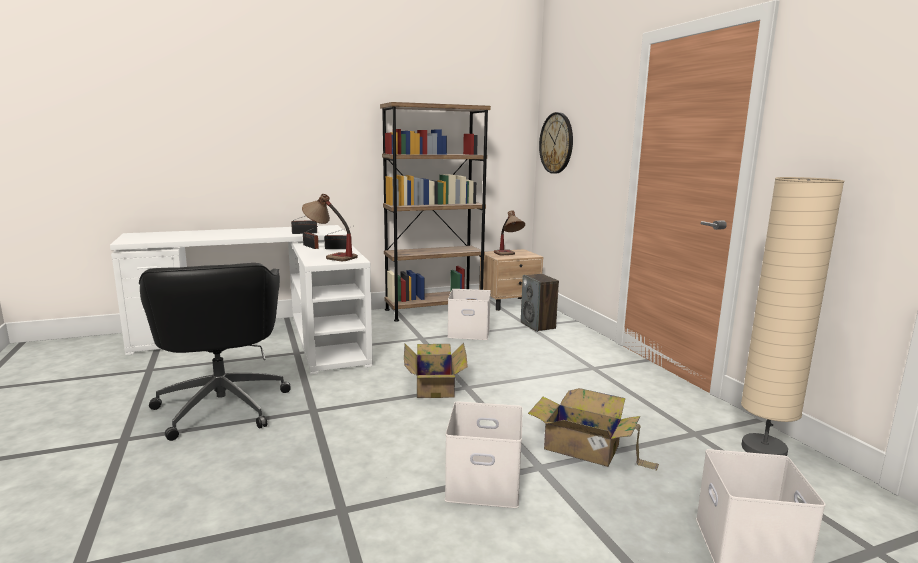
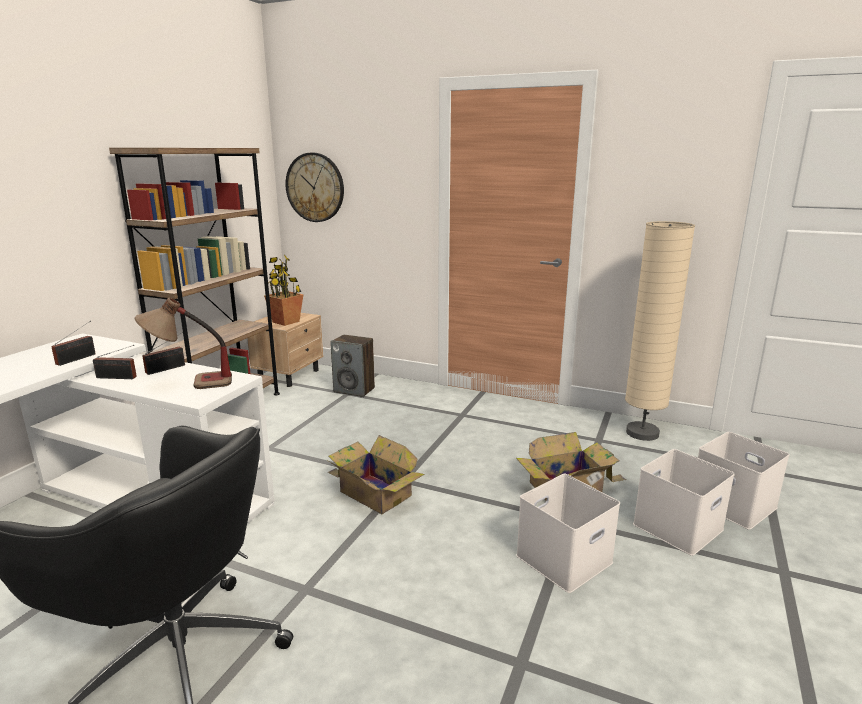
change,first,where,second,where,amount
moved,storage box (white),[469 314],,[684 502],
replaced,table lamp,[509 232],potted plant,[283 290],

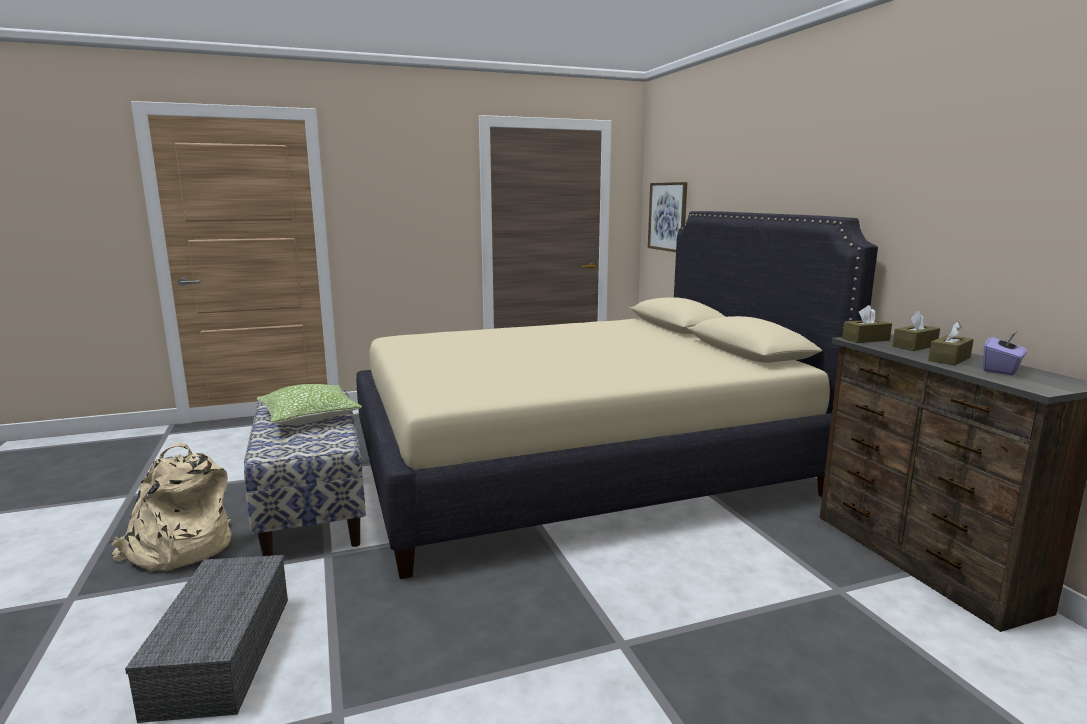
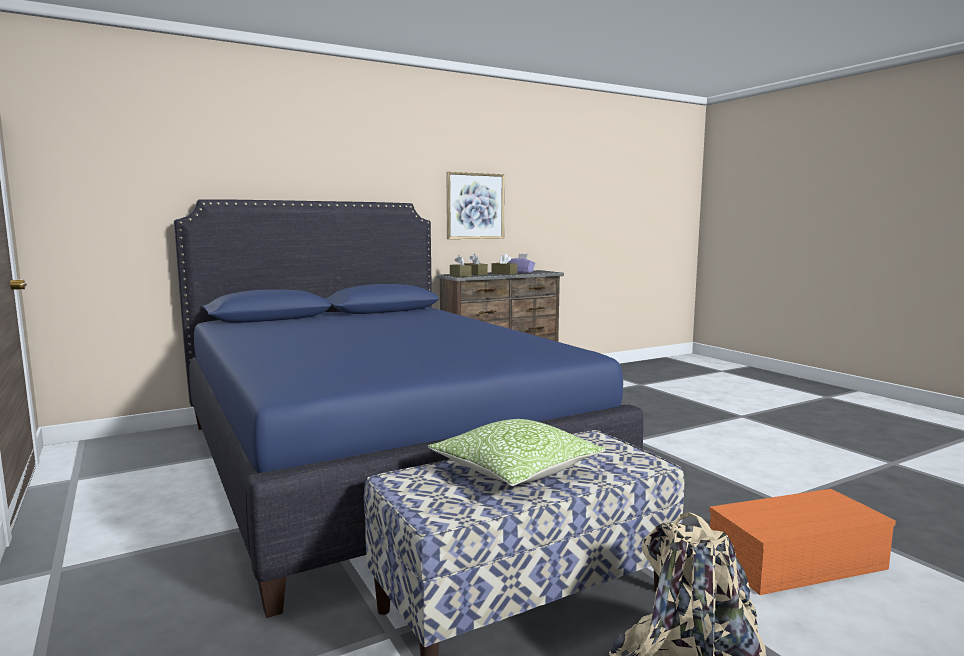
change,first,where,second,where,amount
moved,picture,[667 217],,[475 205],
recoloured,storage box (grey),[206 639],storage box (orange),[802 542],
recoloured,bed (beige),[617 395],bed (blue),[408 408],

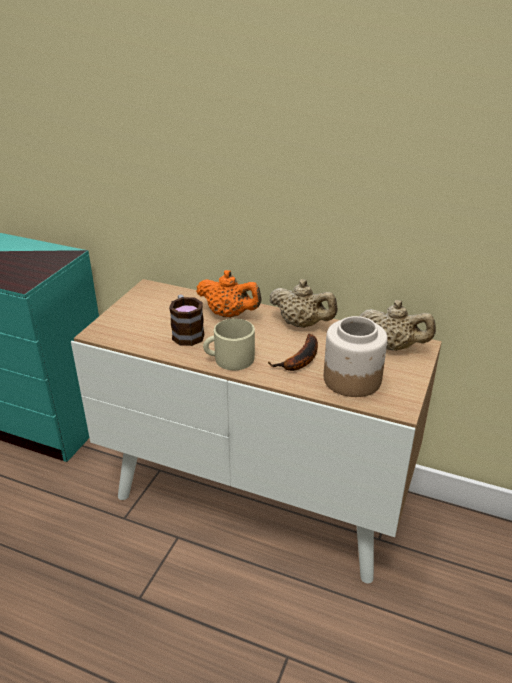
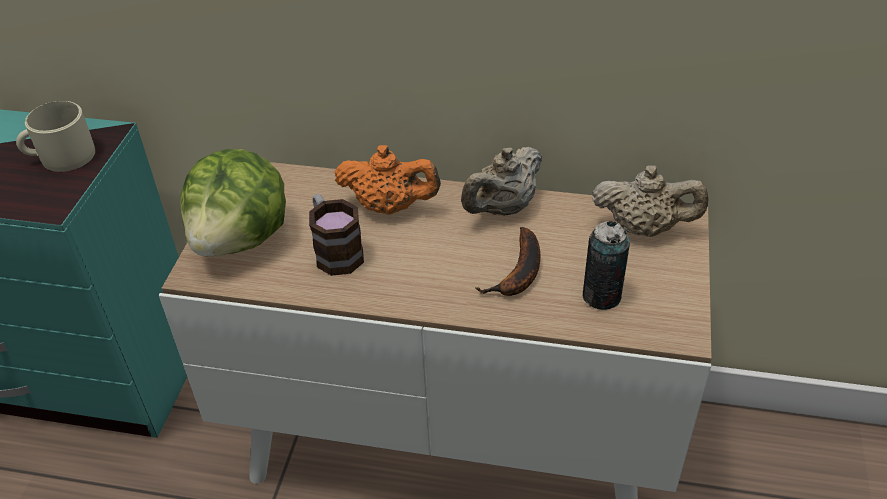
change,first,where,second,where,amount
added,,,lettuce,[233 203],
moved,mug (beige),[229 344],,[55 136],
replaced,jar,[356 356],can,[606 265],
turned,teapot (beige),[303 303],,[501 181],120 degrees clockwise

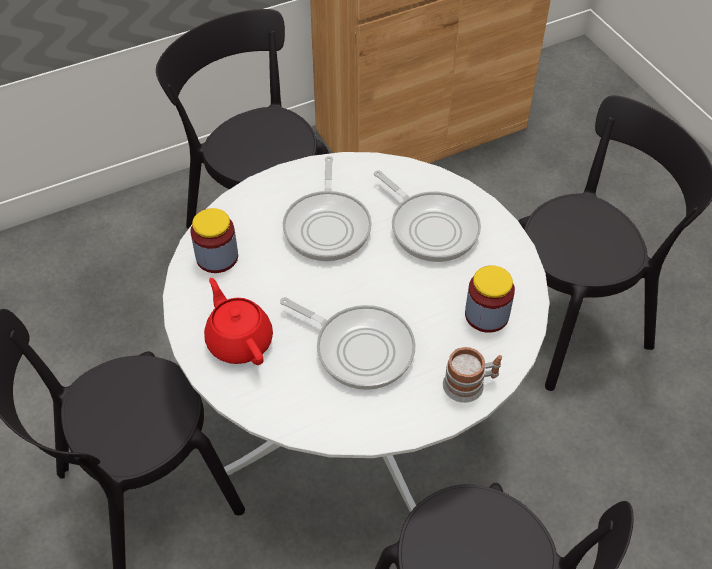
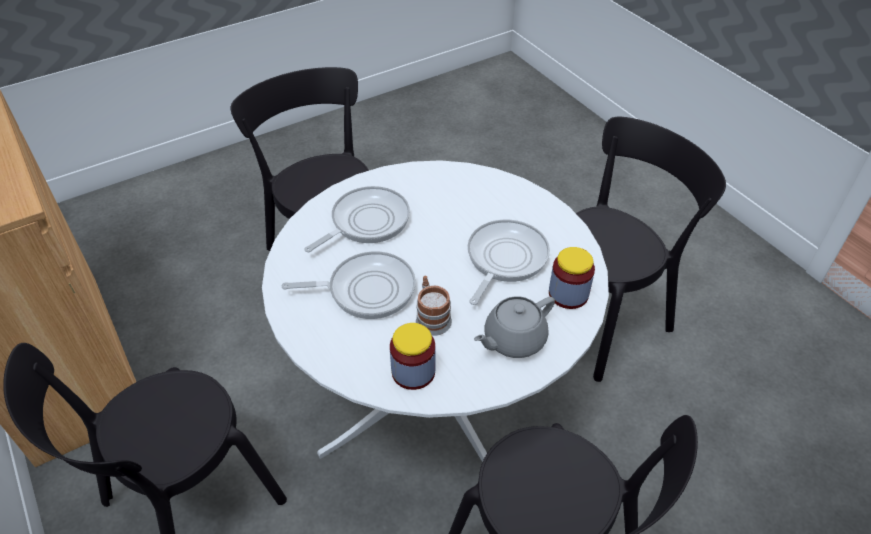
change,first,where,second,where,amount
moved,mug,[472 375],,[434 306],
moved,jar,[490 299],,[572 278],
recoloured,teapot (red),[238 321],teapot (grey),[514 327],

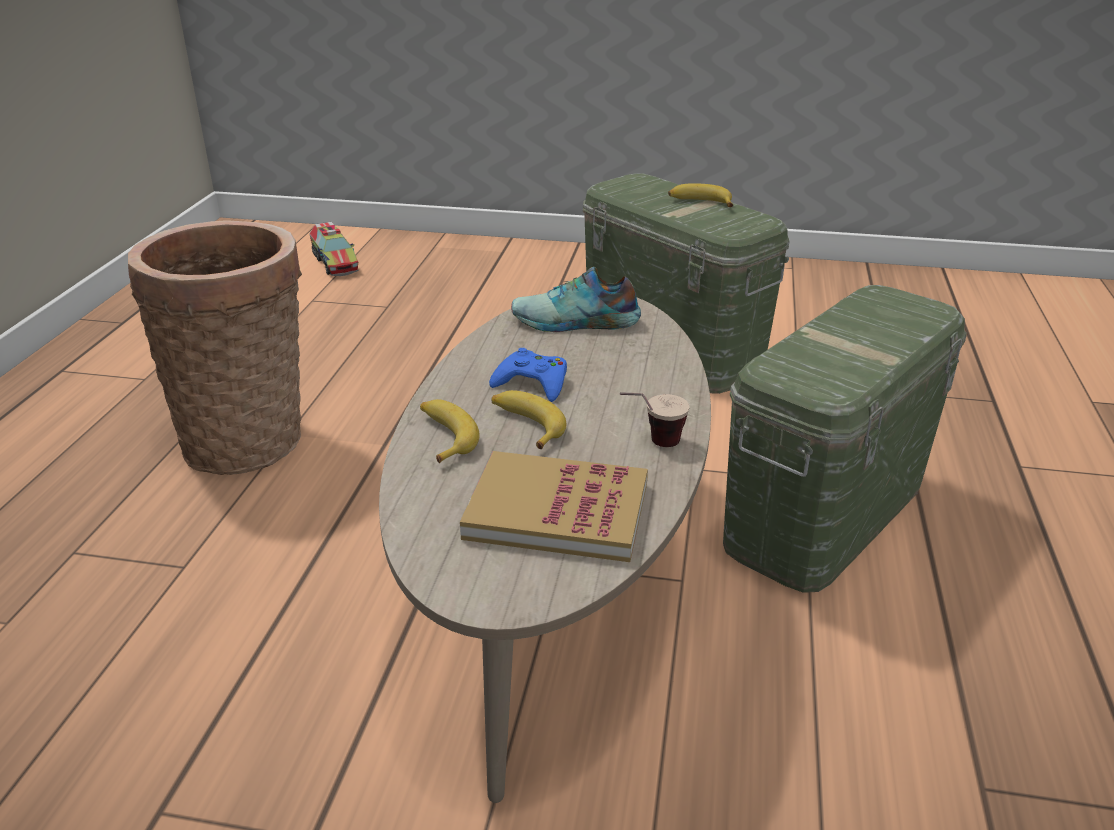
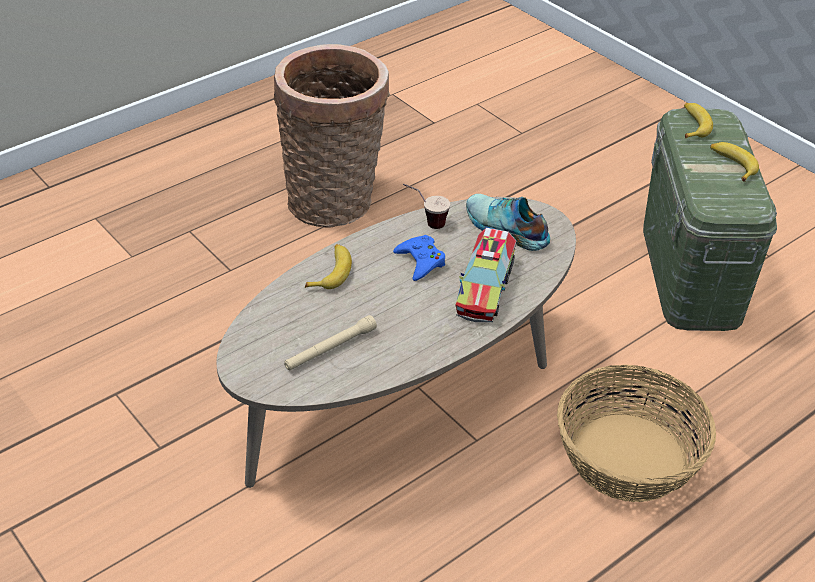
change,first,where,second,where,amount
moved,toy truck,[334 249],,[485 275],
moved,banana,[529 419],,[698 120],
moved,cup,[655 419],,[426 206],
replaced,book,[554 506],flashlight (beige),[330 343],
replaced,storage box (green),[845 439],basket,[636 433],

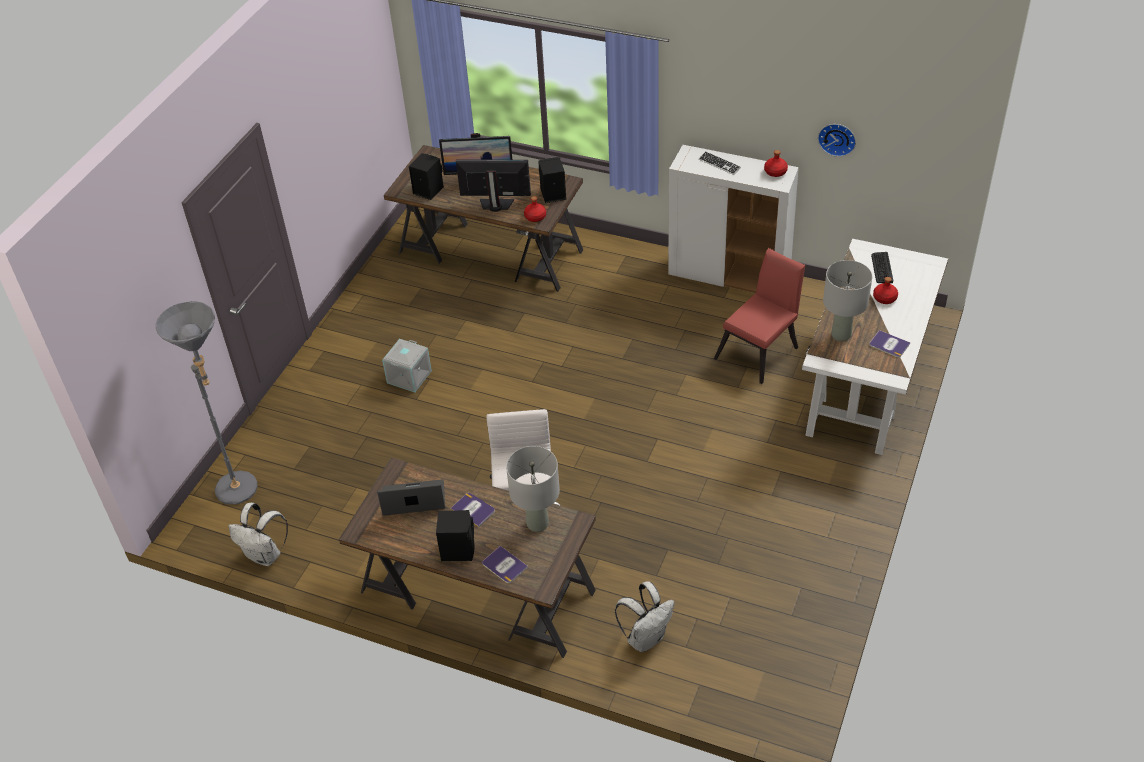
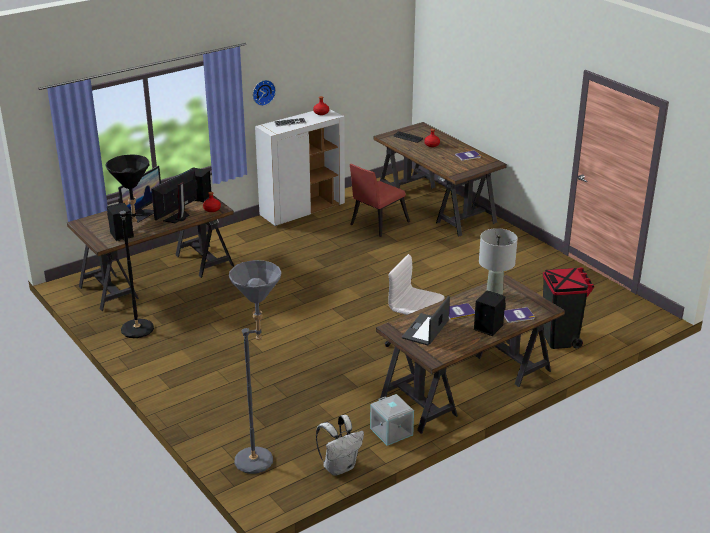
change,first,where,second,where,amount
removed,table lamp (grey),[847 301],,,
added,,,floor lamp (black),[129 246],
moved,storage box (grey),[407 365],,[392 420],
moved,wall clock,[837 140],,[264 93],
replaced,backpack (white),[645 616],trash can (black),[568 308],
recoloured,desk (white),[875 347],desk (brown),[440 179],
turned,chair (red),[759 316],,[380 200],120 degrees counterclockwise

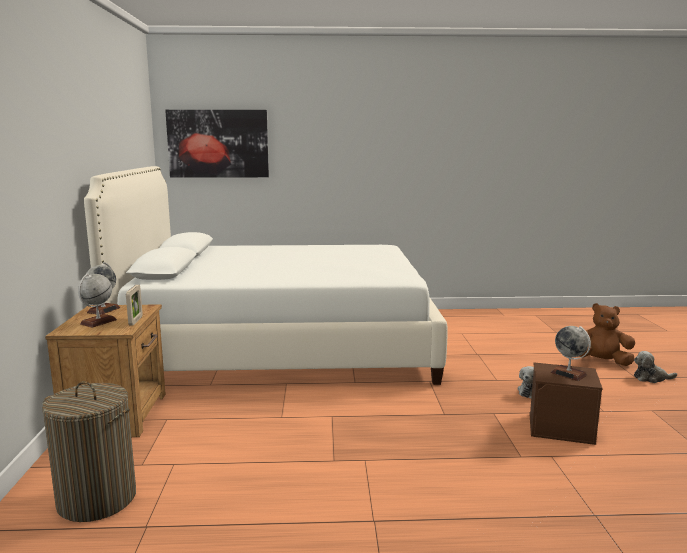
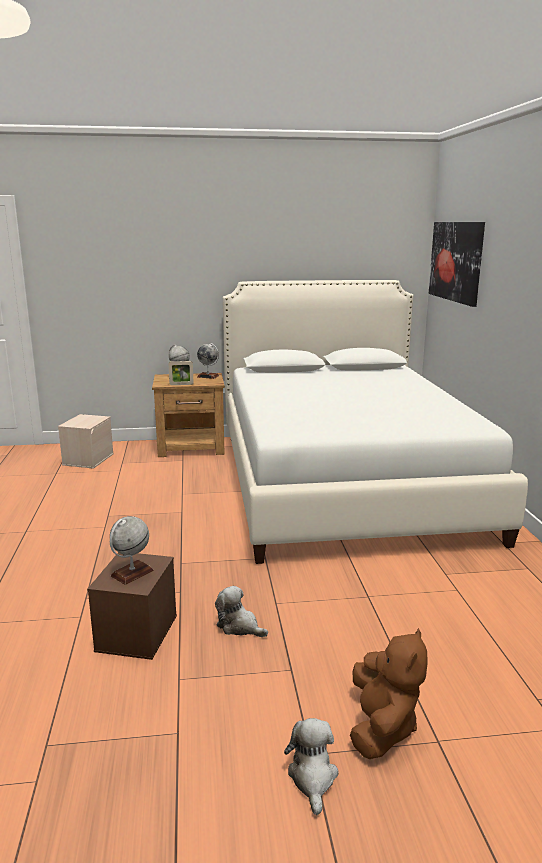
change,first,where,second,where,amount
replaced,laundry basket,[89 451],storage box (beige),[86 441],

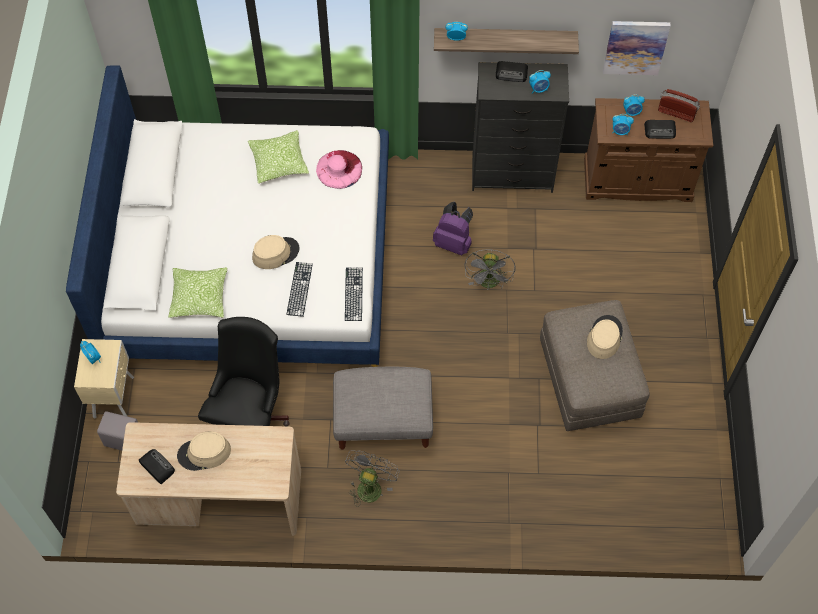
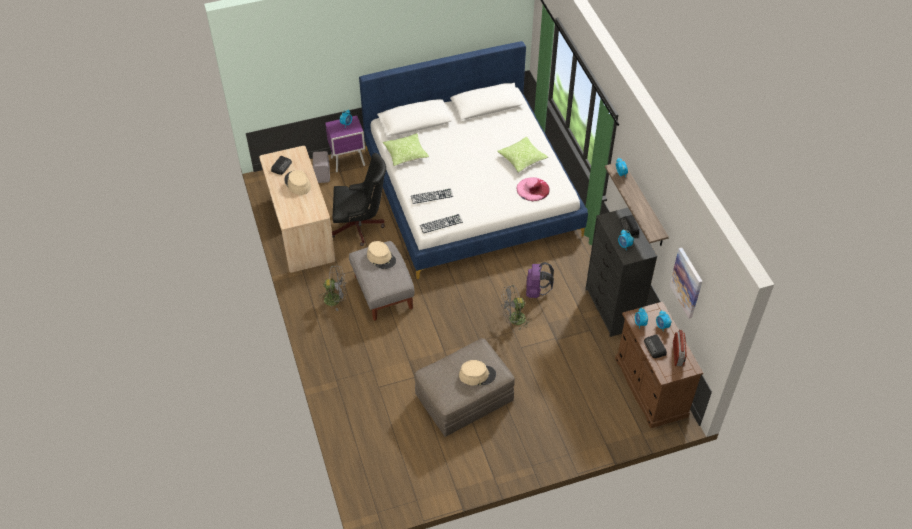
change,first,where,second,where,amount
moved,hat (beige),[275 252],,[381 255],
recoloured,nightstand (beige),[104 379],nightstand (purple),[345 144],

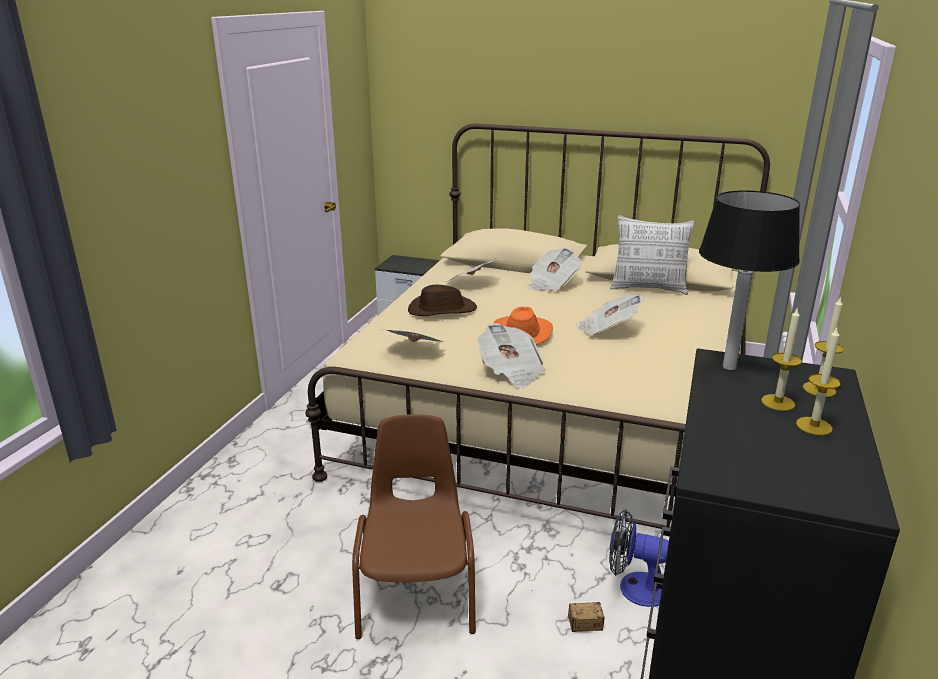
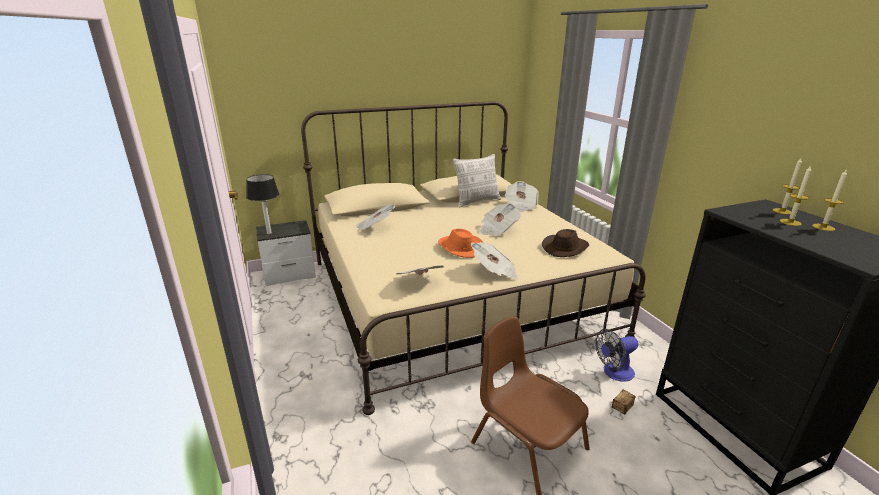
change,first,where,second,where,amount
moved,hat (brown),[442 300],,[565 243],
moved,newspaper,[555 269],,[521 196],
moved,table lamp,[749 280],,[262 204],

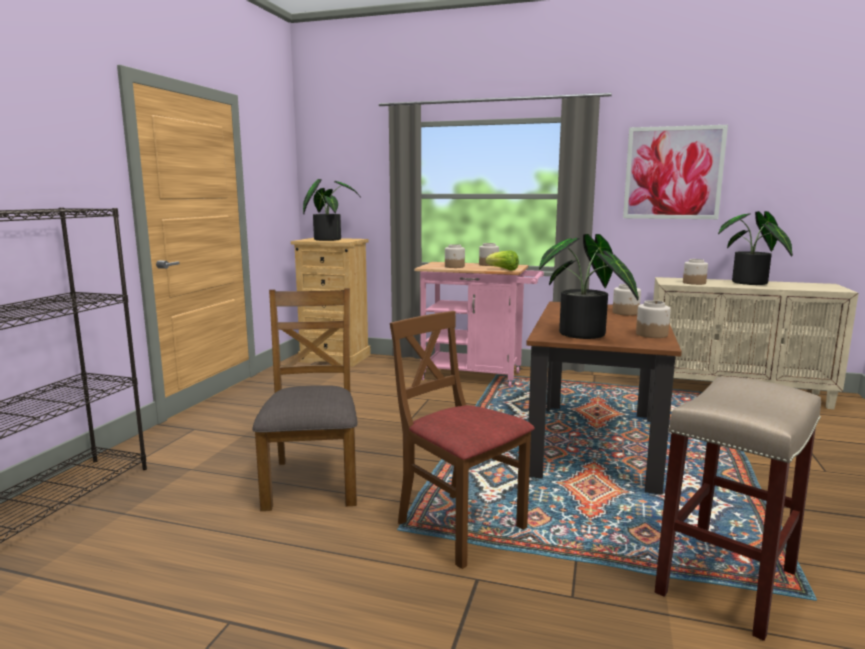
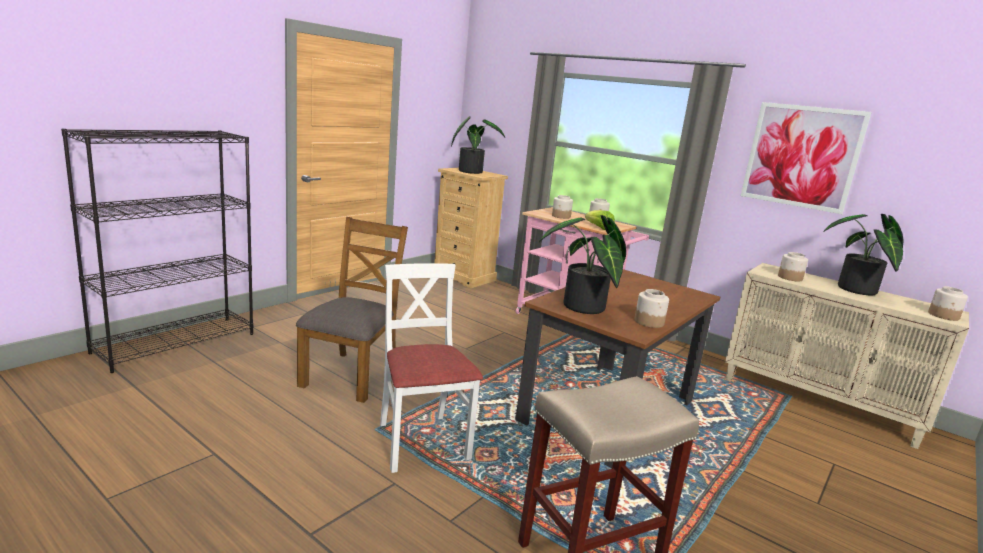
change,first,where,second,where,amount
moved,jar,[626 300],,[948 303],
recoloured,chair (brown),[462 440],chair (white),[431 368],

